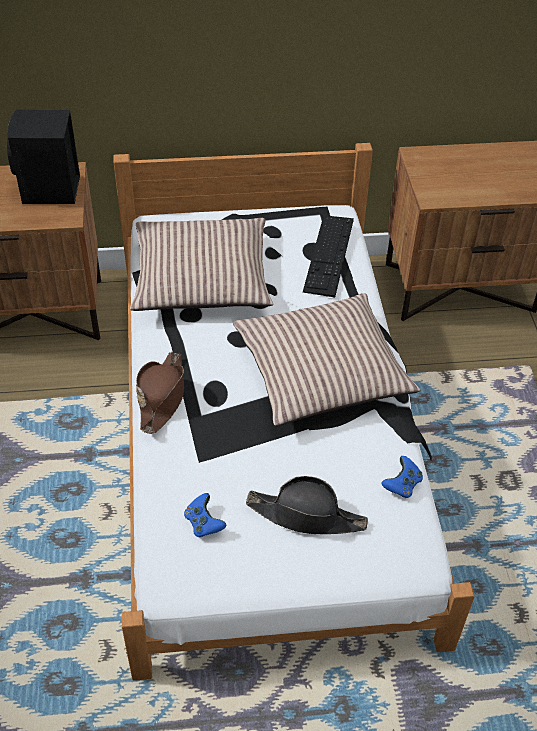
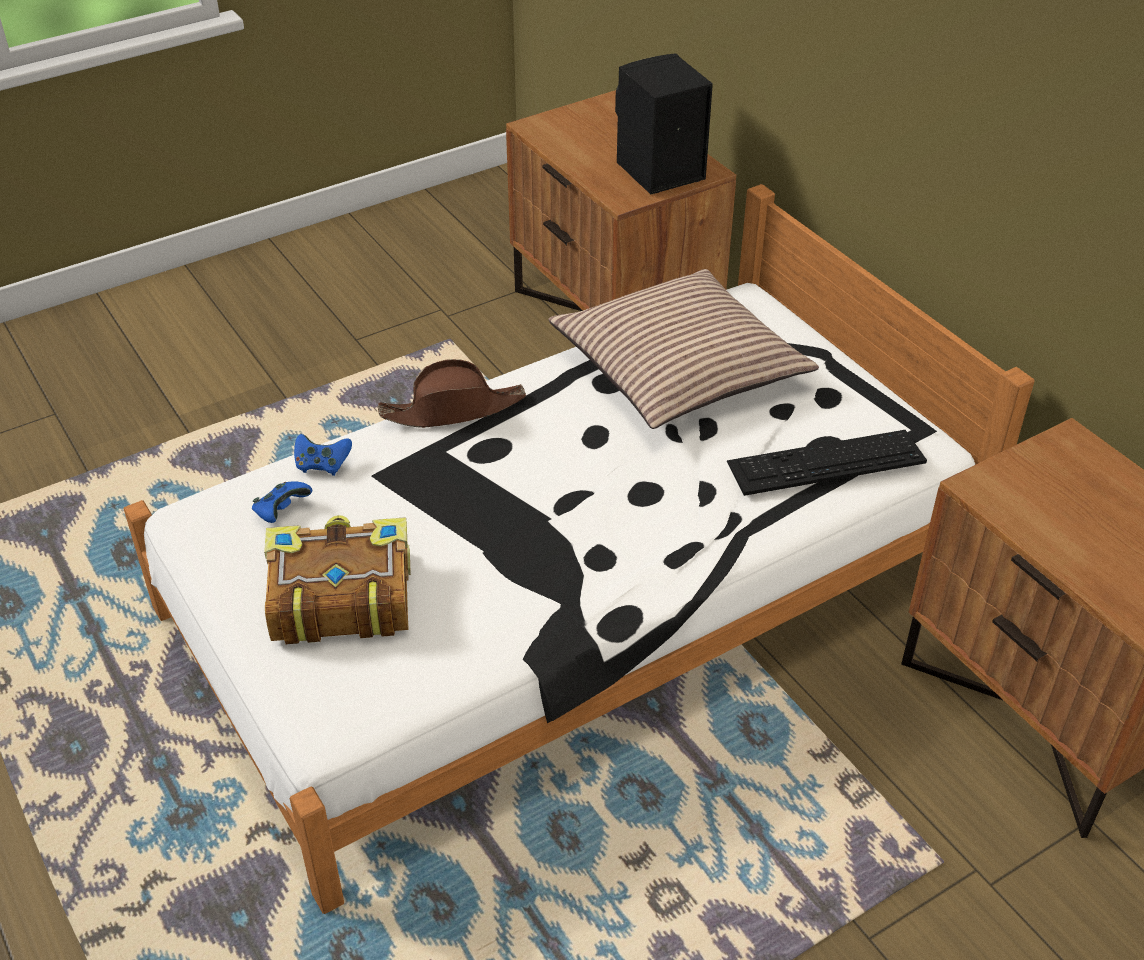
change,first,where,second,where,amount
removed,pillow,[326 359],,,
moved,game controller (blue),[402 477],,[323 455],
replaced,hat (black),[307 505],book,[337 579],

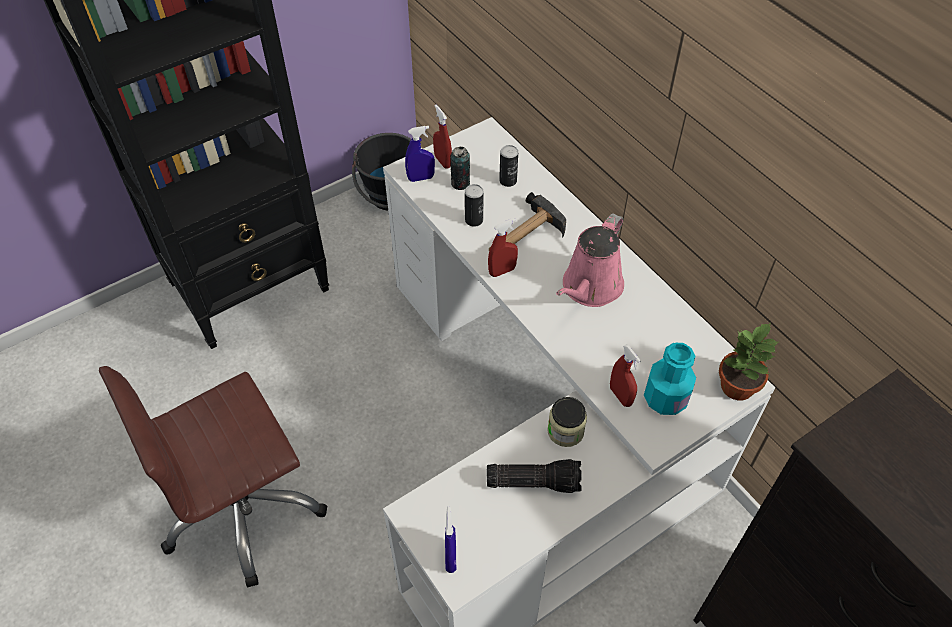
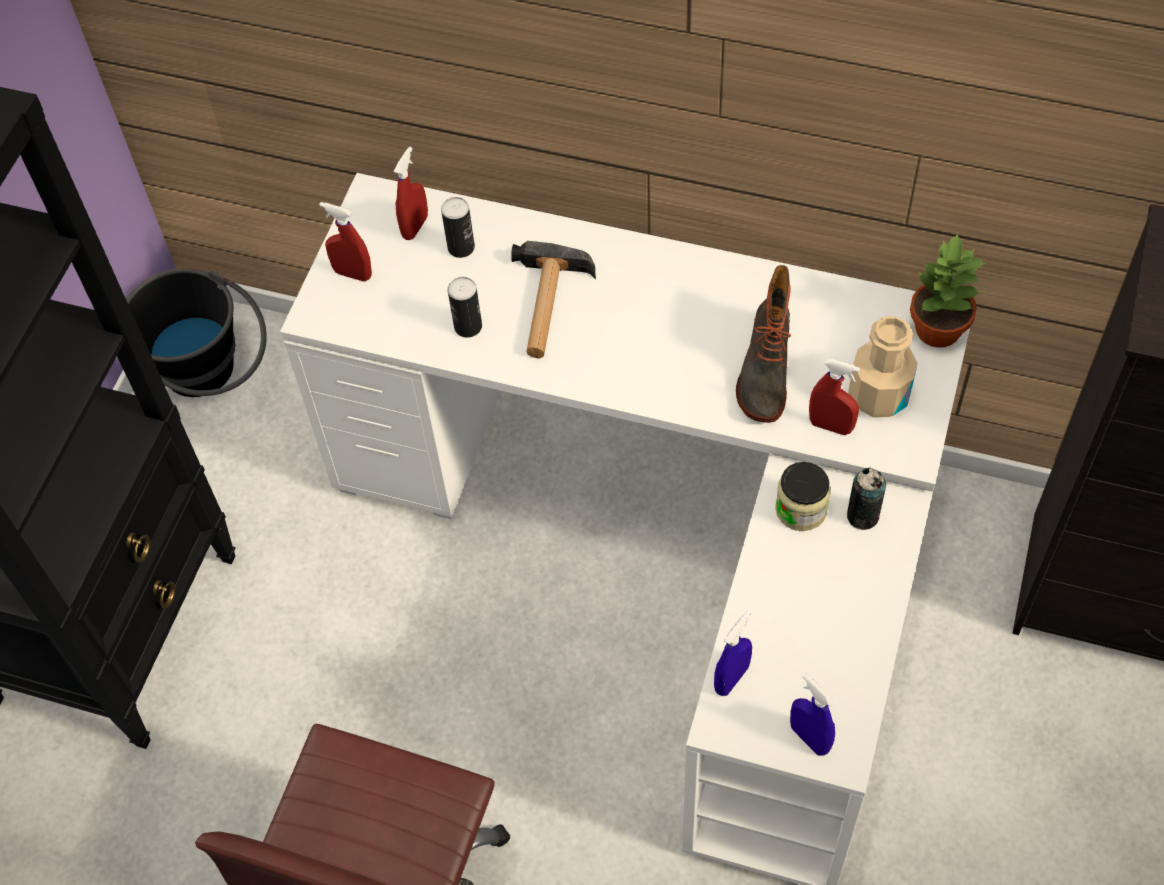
change,first,where,second,where,amount
removed,flashlight,[534 476],,,
removed,watering can (pink),[590 260],,,
added,,,boot,[763 344],
moved,spray bottle (blue),[420 154],,[733 653],
moved,can,[460 168],,[866 498],
moved,spray bottle (red),[503 247],,[410 193],
recoloured,bottle (turquoise),[670 379],bottle (beige),[883 366],

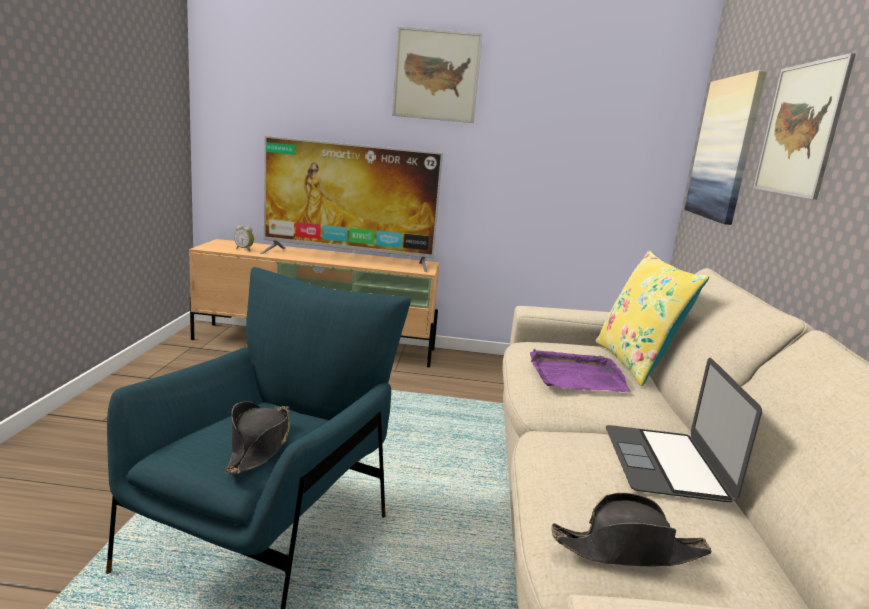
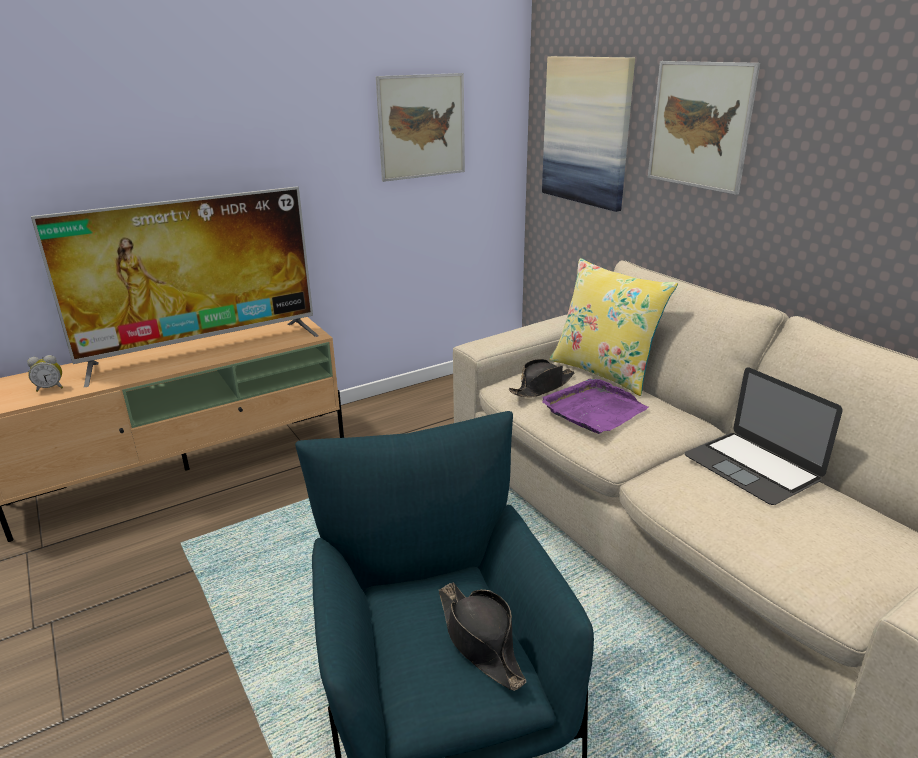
change,first,where,second,where,amount
moved,picture,[437 75],,[420 127],
moved,hat (black),[631 530],,[542 378],

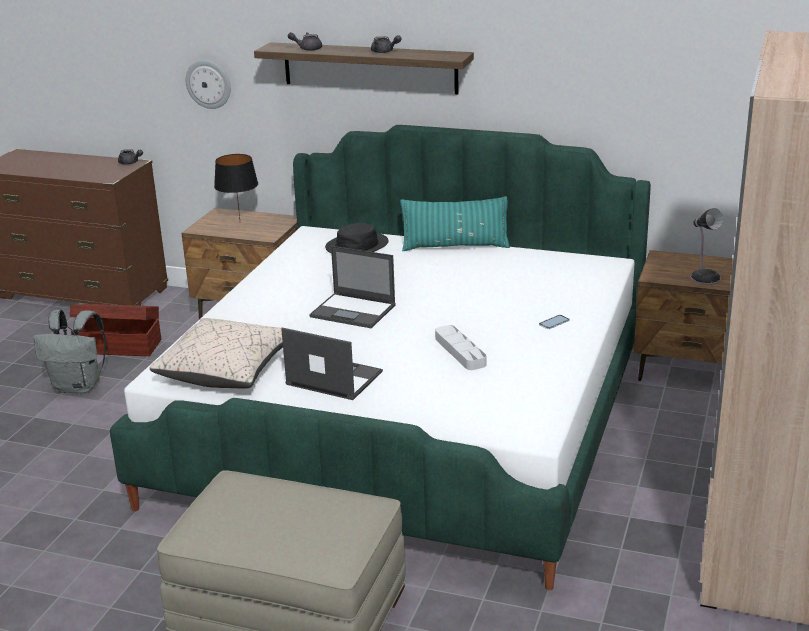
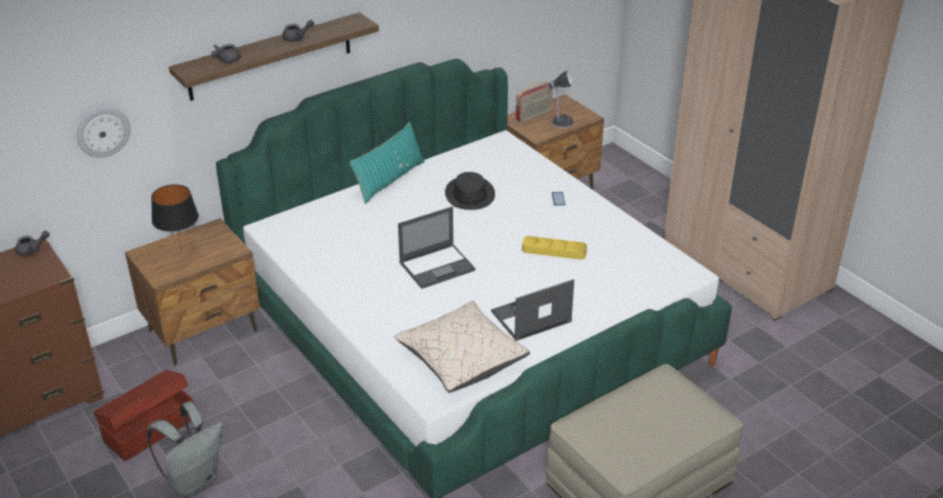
change,first,where,second,where,amount
added,,,radio,[534 102],
moved,hat (black),[357 238],,[470 191],
recoloured,tray (grey),[460 347],tray (yellow),[554 248],

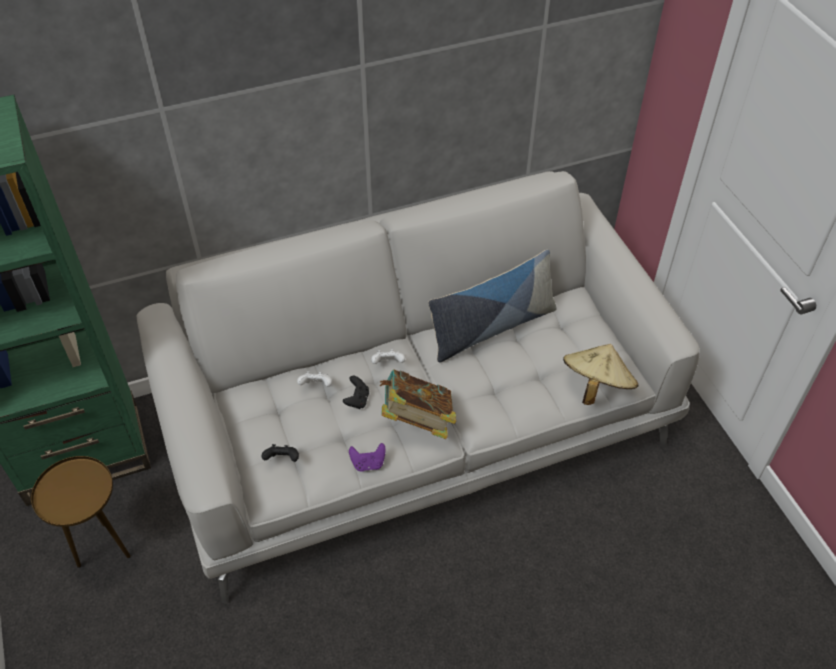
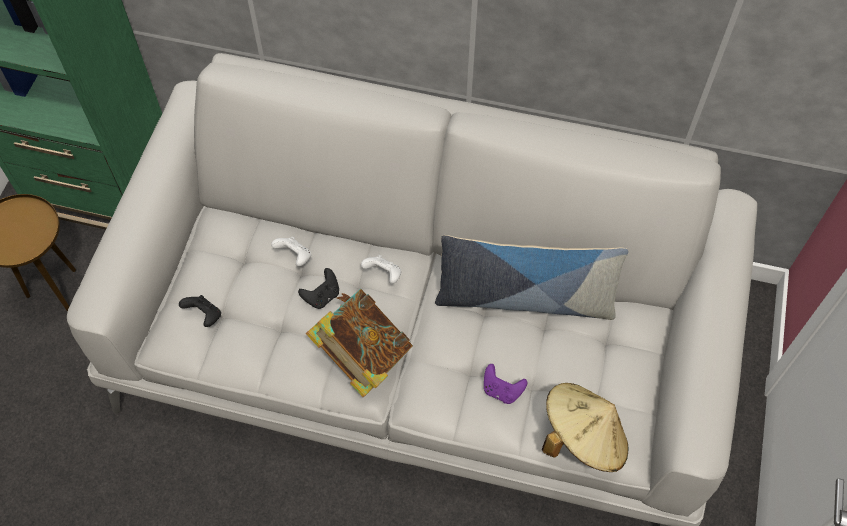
change,first,where,second,where,amount
moved,game controller (purple),[367 457],,[505 384],

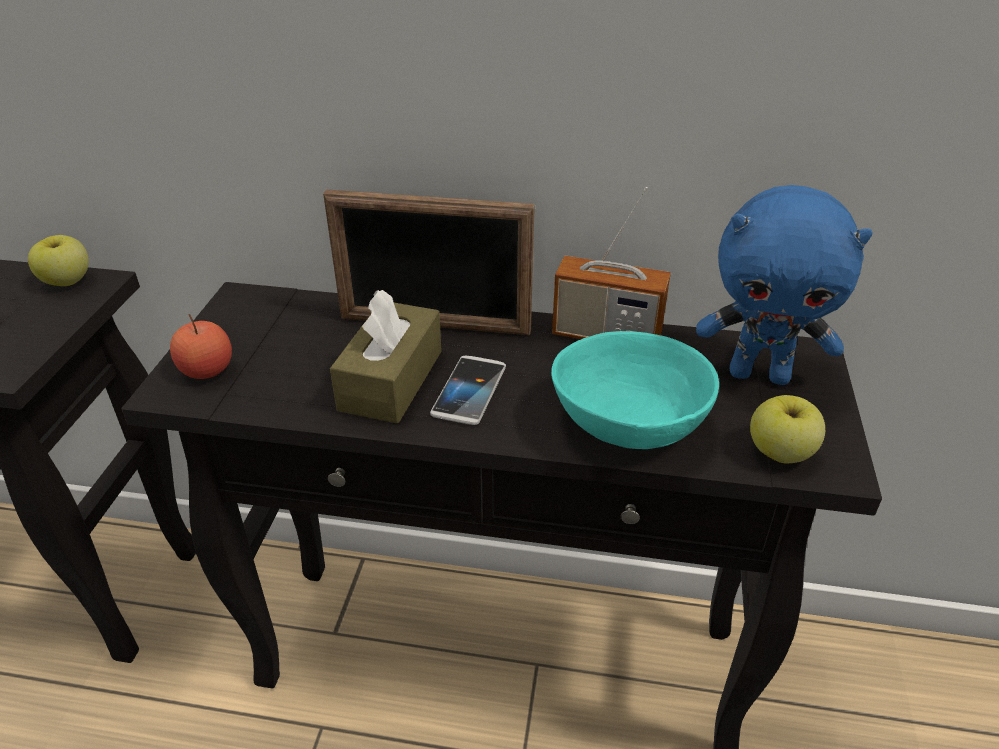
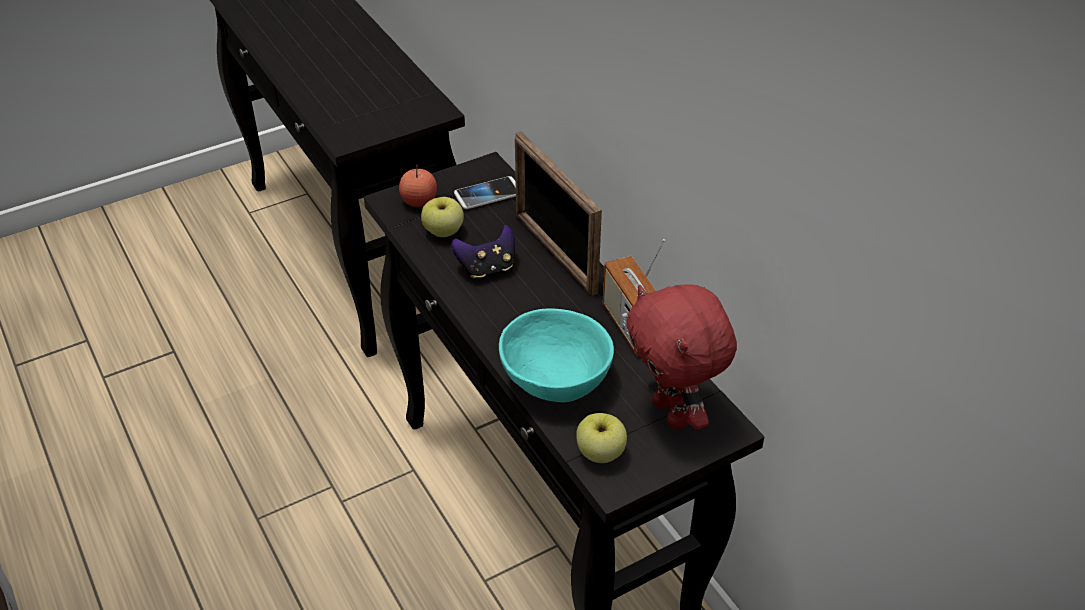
change,first,where,second,where,amount
moved,apple,[58 260],,[442 217],
moved,phone,[468 390],,[485 192],
replaced,tissue box (brown),[386 357],game controller,[483 251],
recoloured,plush toy (blue),[784 285],plush toy (red),[681 357],

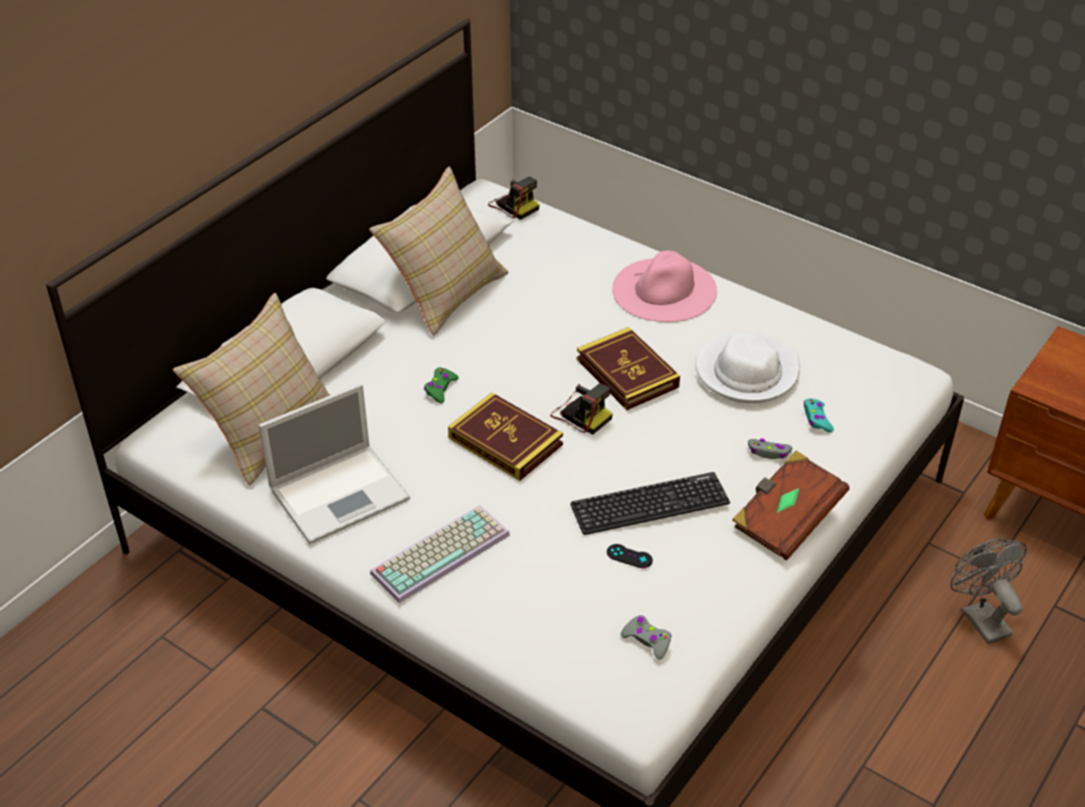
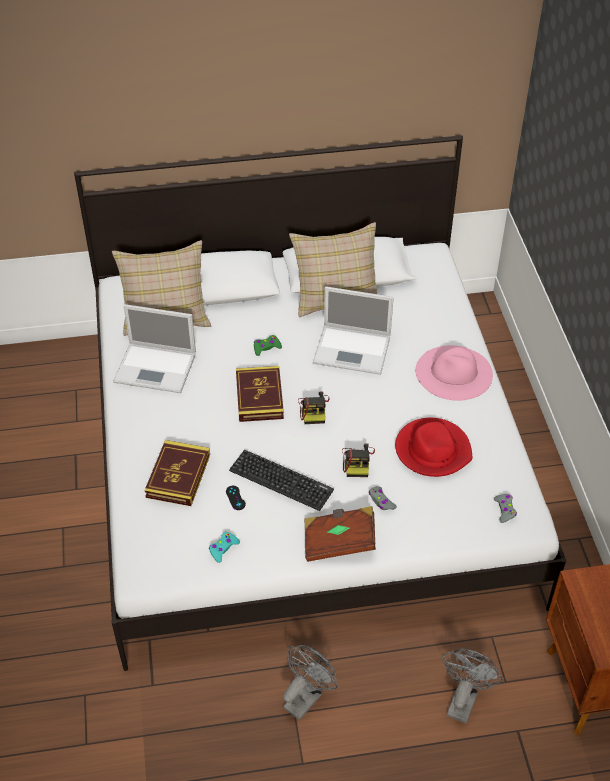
change,first,where,second,where,amount
removed,keyboard,[440 554],,,
added,,,fan (grey),[310 682],
added,,,laptop,[353 330],
moved,photo camera,[514 198],,[358 460],
moved,book,[628 368],,[177 473],
moved,game controller (grey),[646 637],,[505 508],
moved,game controller (turquoise),[819 415],,[224 547],
recoloured,hat (white),[747 367],hat (red),[434 447],

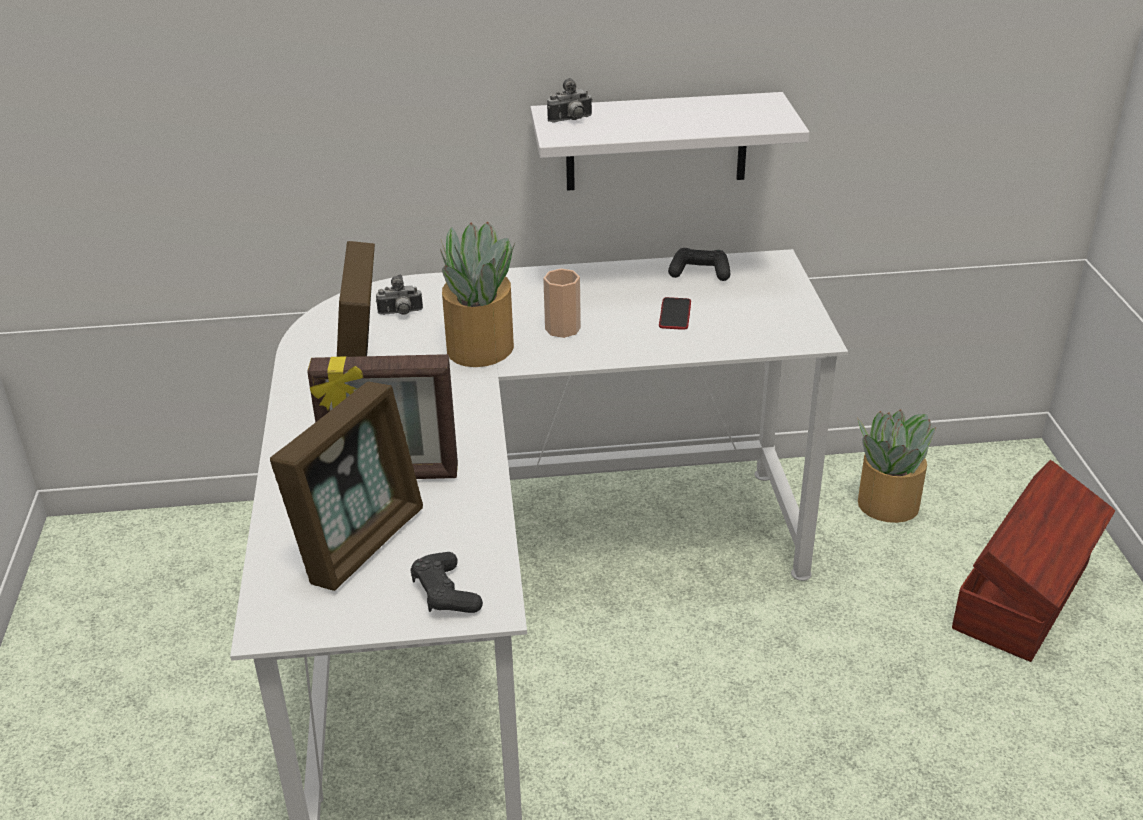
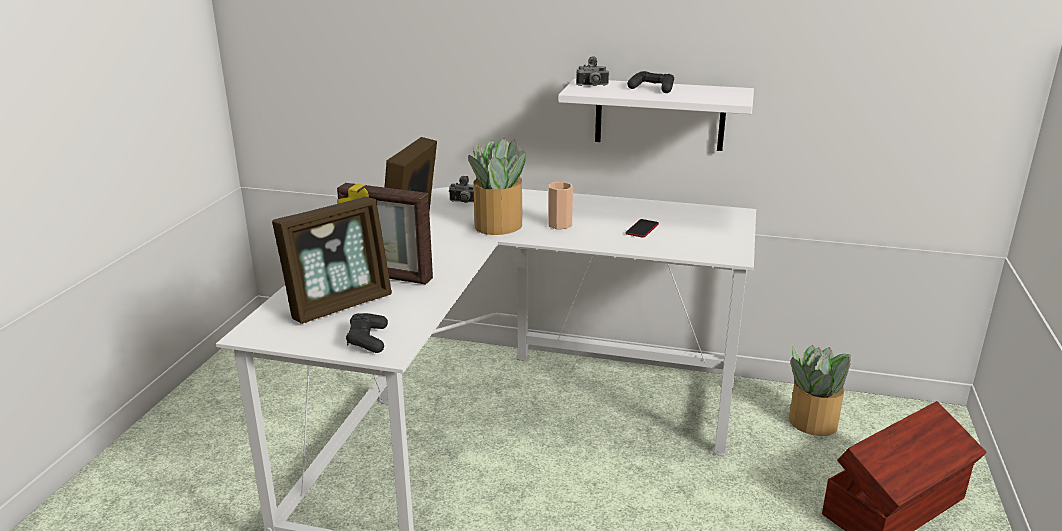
change,first,where,second,where,amount
moved,game controller (black),[699 264],,[650 82],

